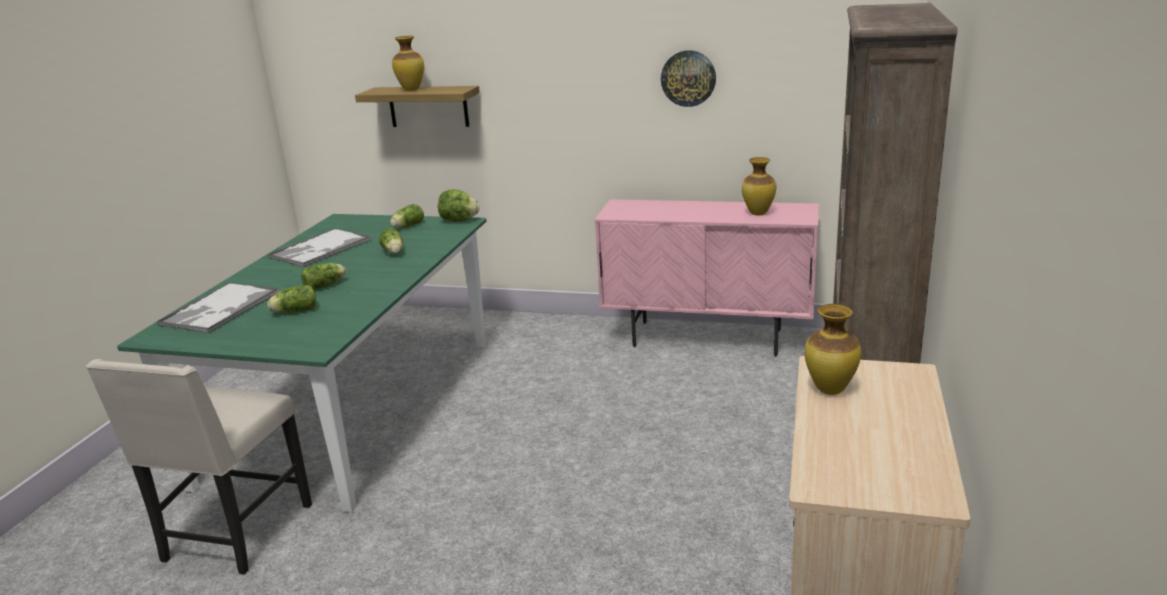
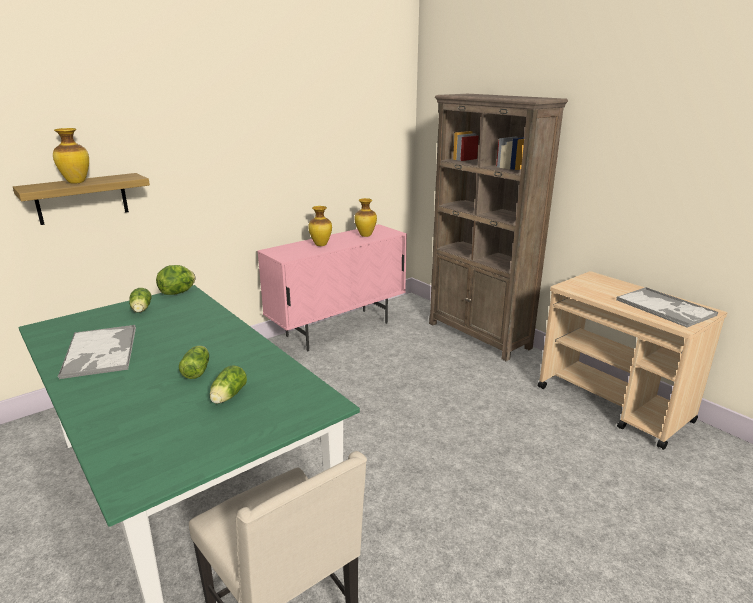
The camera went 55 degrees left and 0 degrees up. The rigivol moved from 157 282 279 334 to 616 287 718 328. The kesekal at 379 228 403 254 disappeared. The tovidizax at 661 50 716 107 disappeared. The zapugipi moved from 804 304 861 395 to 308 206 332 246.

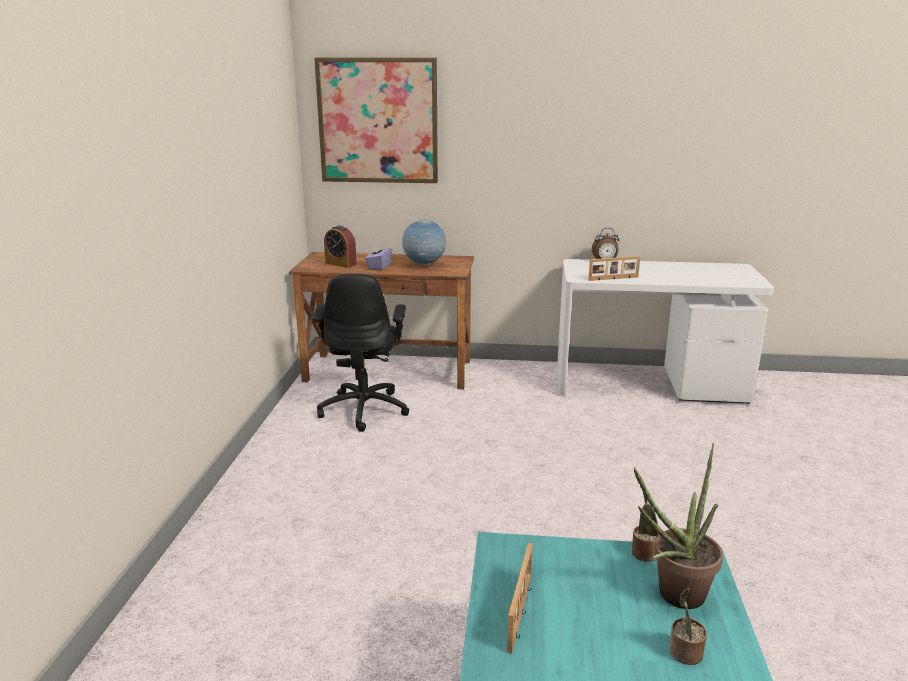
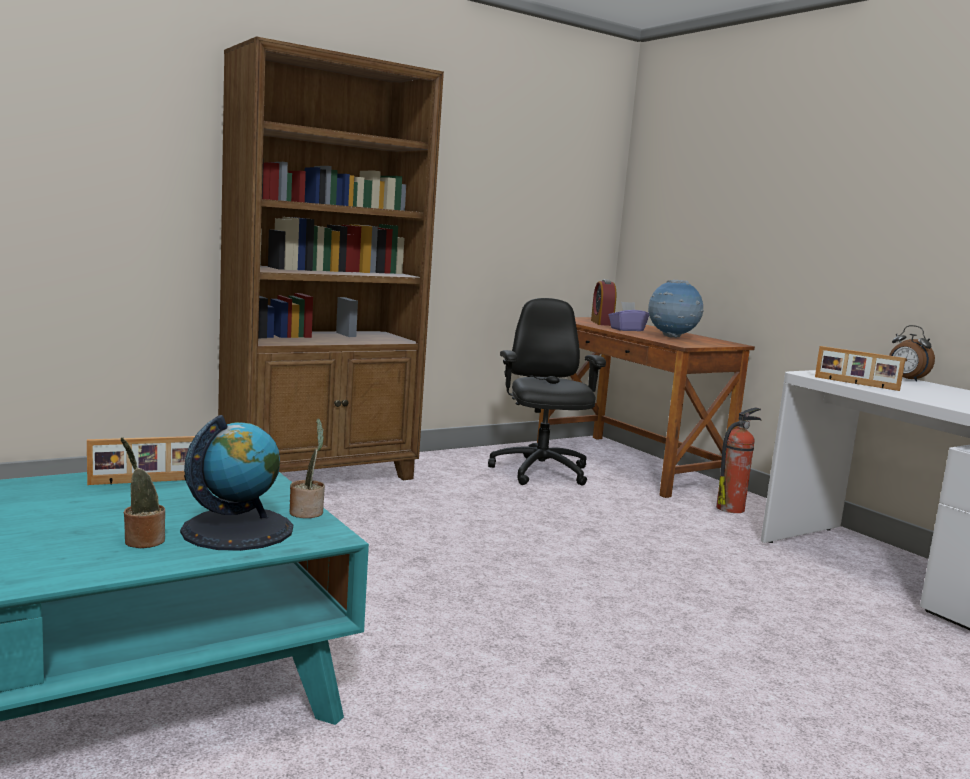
The camera went 50 degrees right and 10 degrees down. The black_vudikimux at 312 273 409 432 turned 120 degrees clockwise. The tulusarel at 314 57 438 183 disappeared. The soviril at 634 443 723 609 was replaced by the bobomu at 180 415 293 551. The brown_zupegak at 218 36 444 480 appeared. The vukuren at 716 408 761 513 appeared.

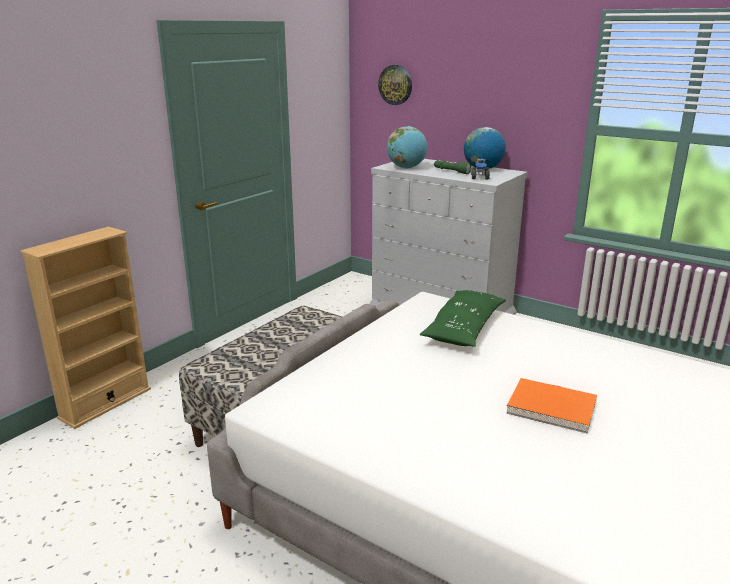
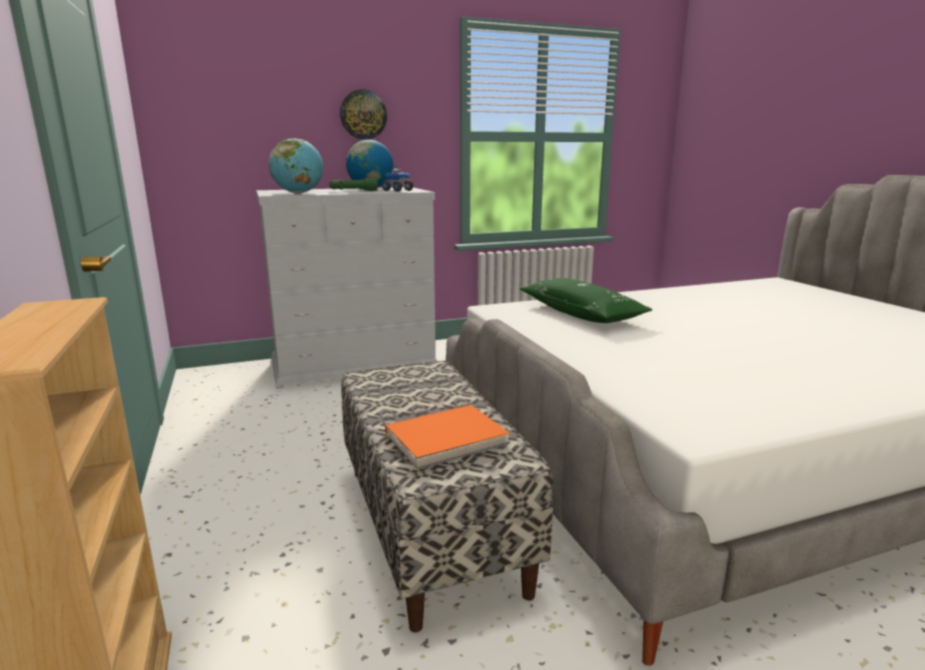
The camera went 55 degrees left and 5 degrees down. The tovidizax moved from 378 65 412 105 to 340 89 387 140. The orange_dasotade moved from 507 378 597 434 to 385 405 510 470.

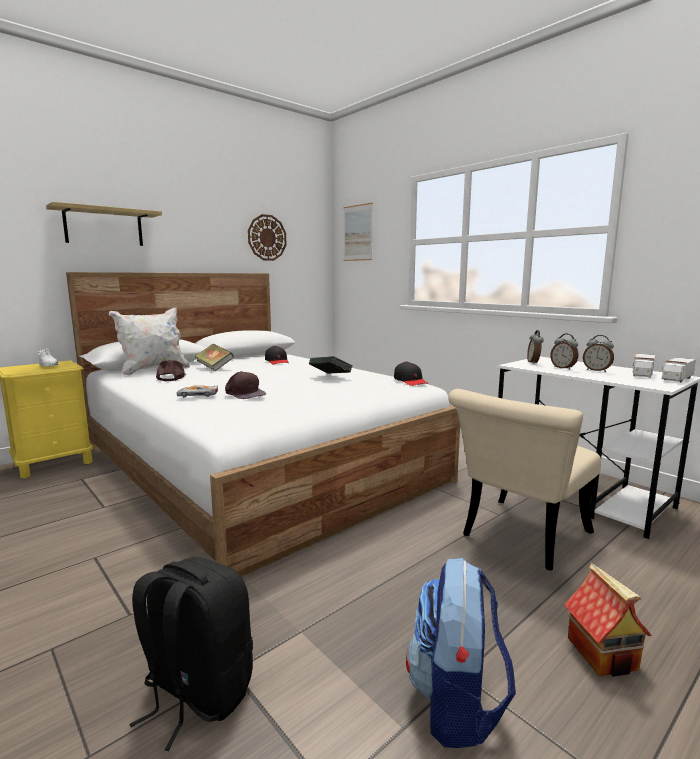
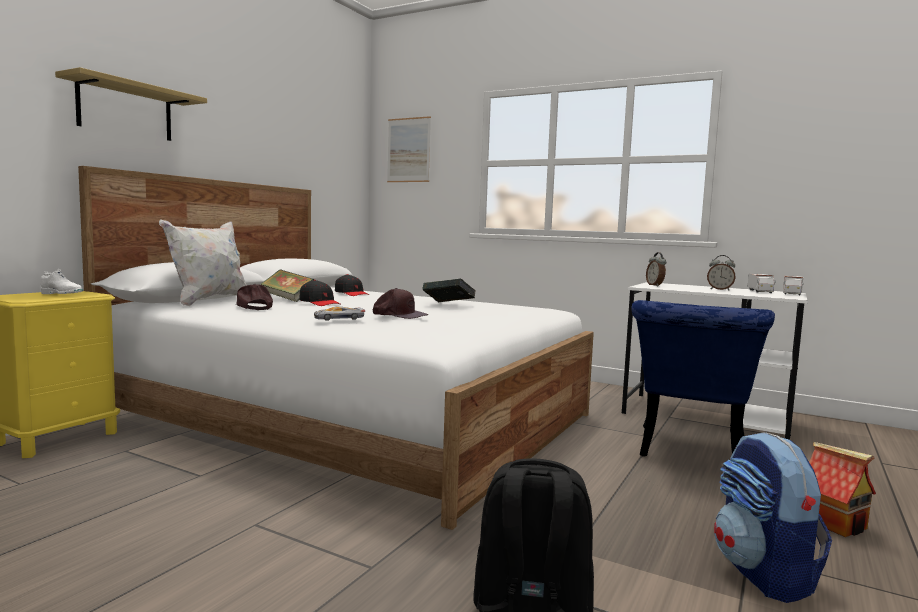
The camera went 20 degrees left and 5 degrees down. The tovidizax at 248 214 286 261 disappeared. The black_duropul moved from 394 361 428 386 to 299 280 341 306. The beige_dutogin at 448 389 601 571 became the blue_dutogin at 631 300 775 457. The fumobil at 550 334 579 370 disappeared.

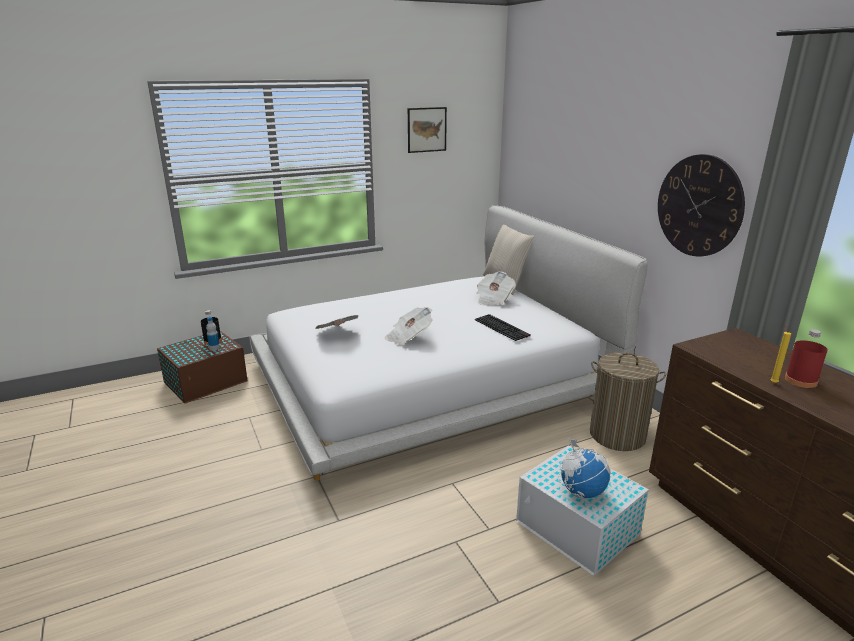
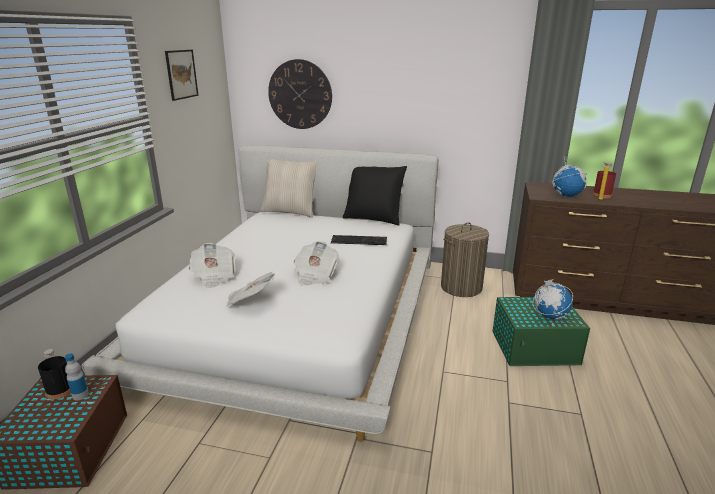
The camera went 50 degrees left and 0 degrees up. The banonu moved from 477 271 516 305 to 189 243 235 288. The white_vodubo at 516 445 649 576 became the green_vodubo at 493 297 590 366. The tovidizax moved from 658 154 745 257 to 268 59 332 129. The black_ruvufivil at 343 166 407 226 appeared. The bobomu at 550 156 587 197 appeared.

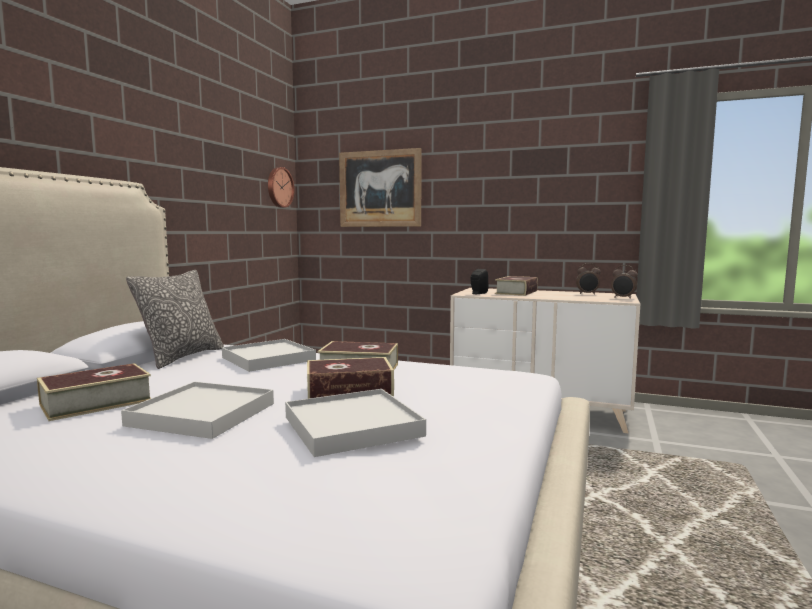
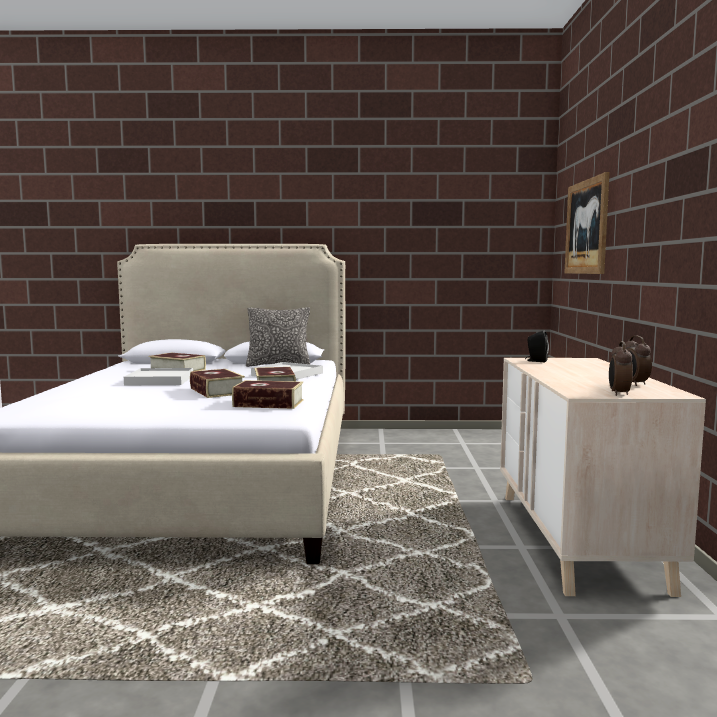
The camera went 70 degrees right and 0 degrees up. The tovidizax at 268 167 295 208 disappeared. The white_rigivol at 285 389 426 457 disappeared. The dasotade moved from 495 276 538 296 to 232 380 303 409.

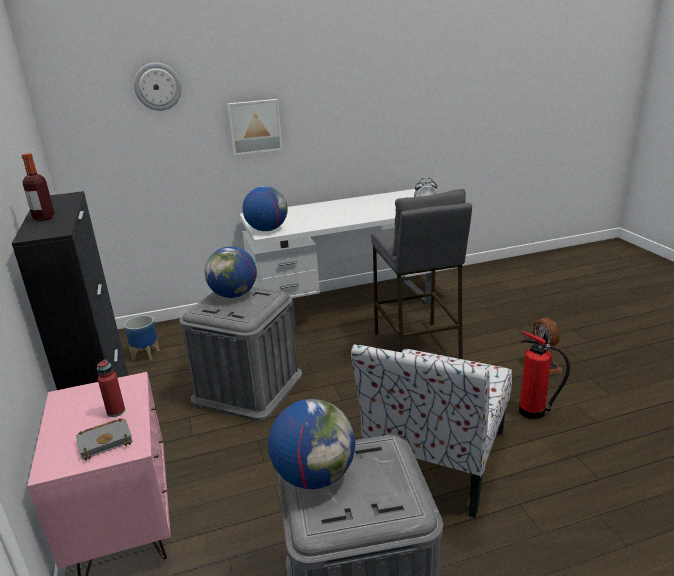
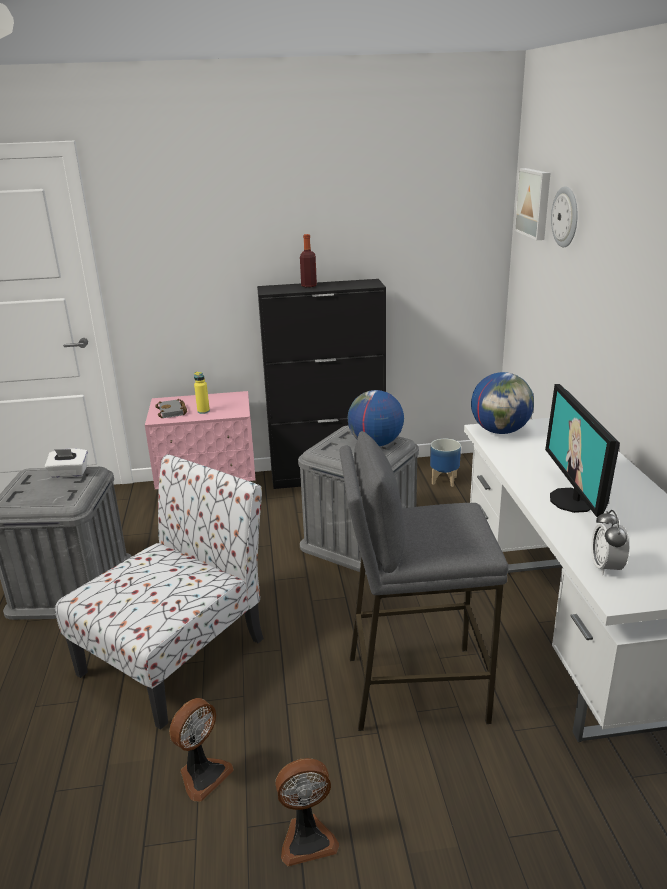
The camera went 100 degrees right and 0 degrees up. The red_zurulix at 97 360 125 417 became the yellow_zurulix at 194 372 210 414. The tulusarel moved from 227 99 283 155 to 514 168 550 240. The bobomu at 268 399 355 489 was replaced by the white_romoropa at 45 449 88 478. The dutogin at 351 344 512 518 turned 90 degrees clockwise. The vukuren at 519 331 570 419 was replaced by the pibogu at 169 698 234 802. The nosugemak at 545 384 620 517 appeared.

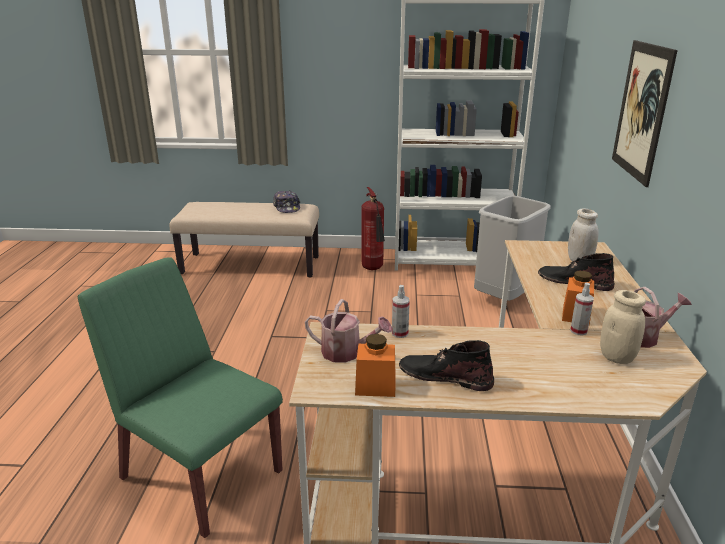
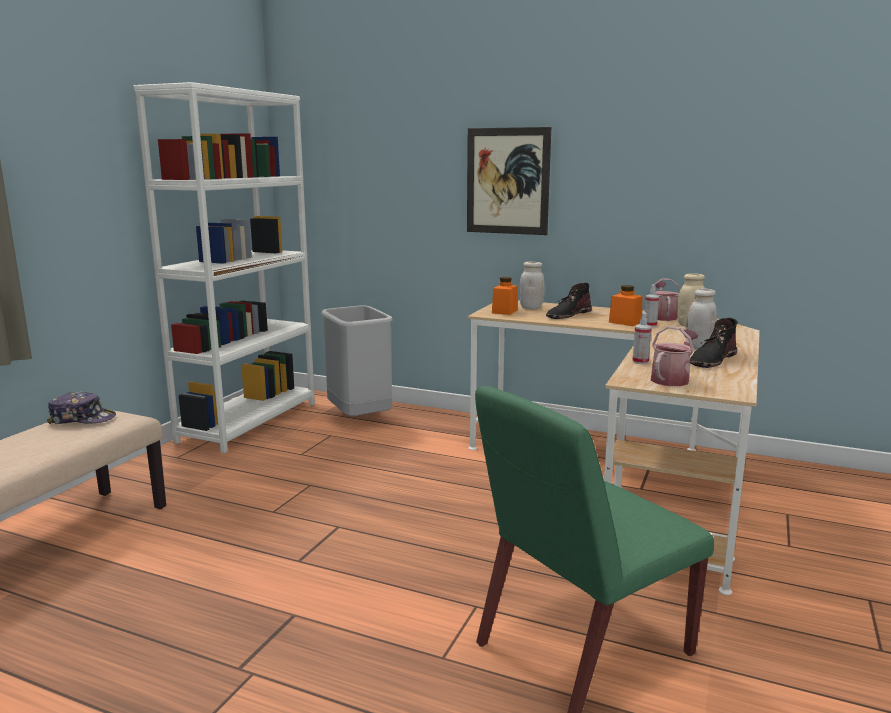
The camera went 70 degrees left and 10 degrees down. The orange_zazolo moved from 355 334 396 397 to 492 277 518 315. The vukuren at 361 187 385 270 disappeared. The white_zazolo at 686 289 717 349 appeared.

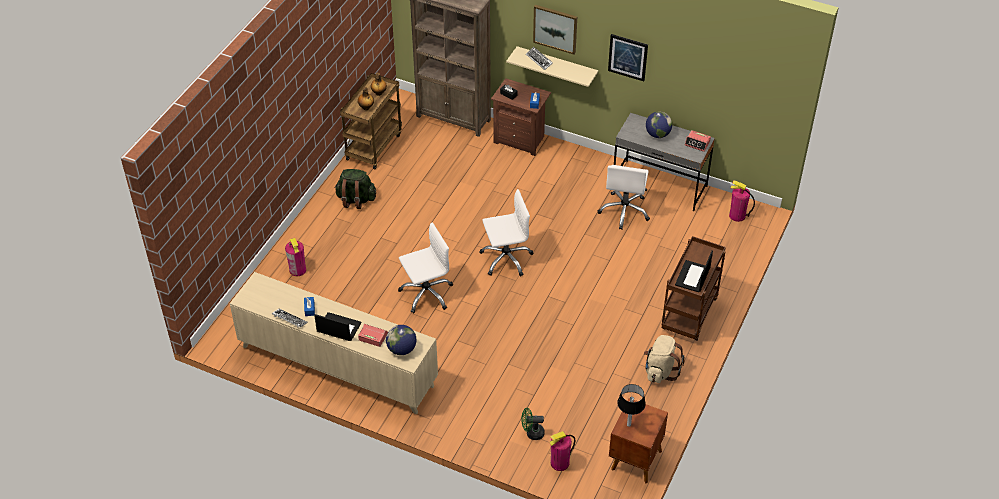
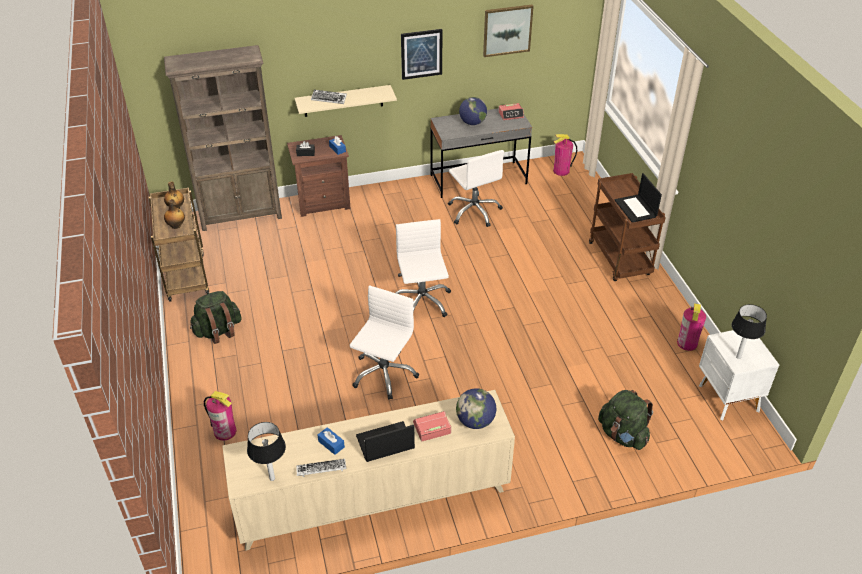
The camera went 40 degrees left and 5 degrees down. The white_vudikimux at 479 189 533 276 turned 45 degrees counterclockwise. The green_pibogu at 521 408 545 440 was replaced by the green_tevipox at 598 390 653 450. The tulusarel moved from 533 5 577 54 to 483 5 534 57. The vukuren moved from 549 431 576 471 to 677 303 706 351. The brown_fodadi at 609 398 668 483 became the white_fodadi at 699 330 779 421. The beige_tevipox at 644 335 685 383 disappeared. The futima at 247 422 286 481 appeared.

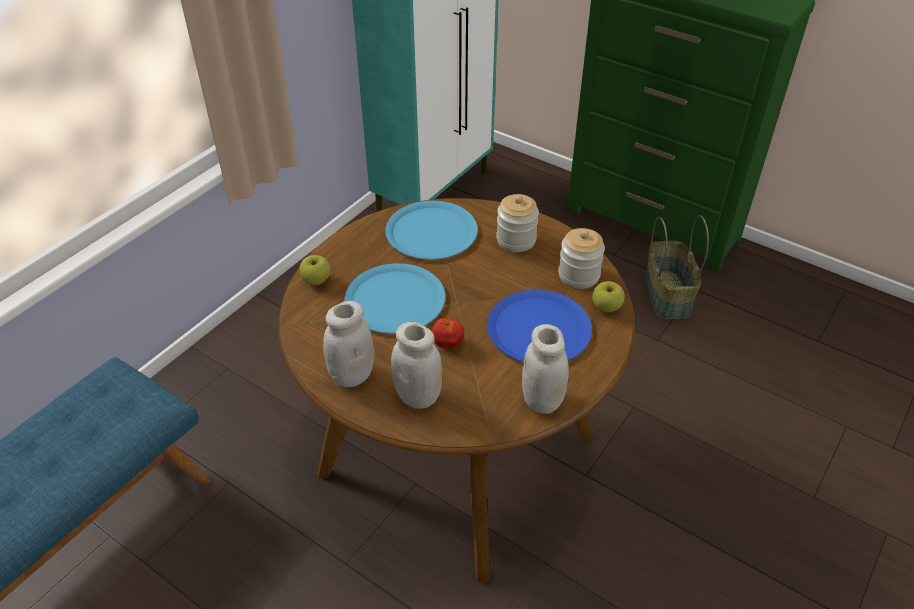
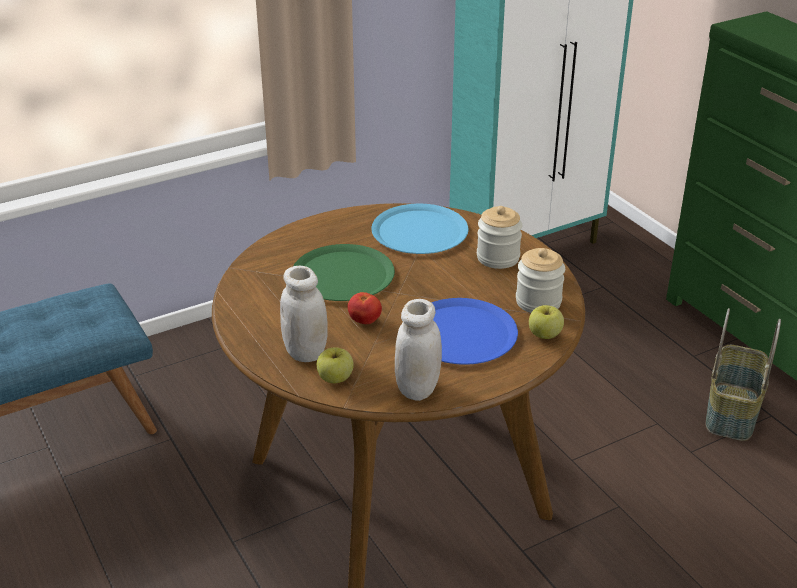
The camera went 25 degrees right and 10 degrees down. The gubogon moved from 299 255 331 285 to 317 348 354 383. The white_zazolo at 323 301 375 387 disappeared. The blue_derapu at 345 263 445 334 became the green_derapu at 294 244 395 301.

